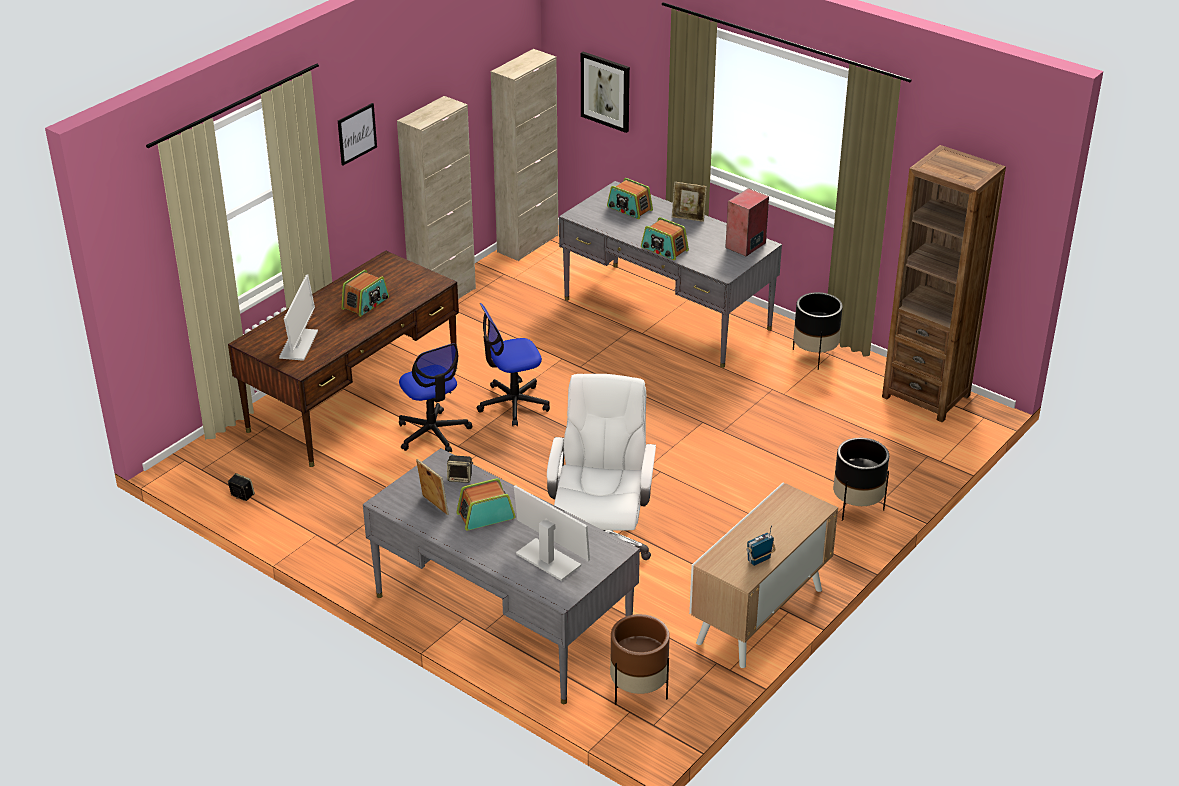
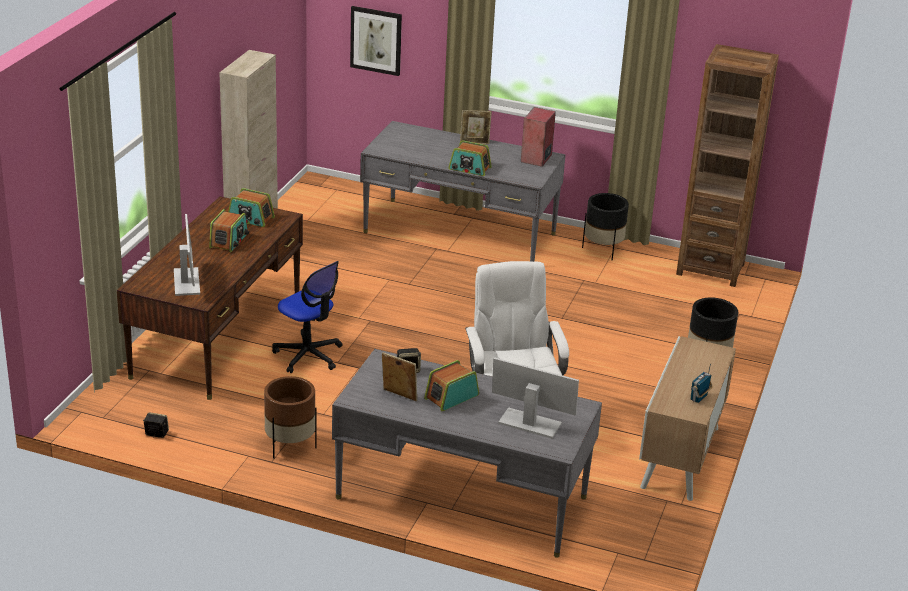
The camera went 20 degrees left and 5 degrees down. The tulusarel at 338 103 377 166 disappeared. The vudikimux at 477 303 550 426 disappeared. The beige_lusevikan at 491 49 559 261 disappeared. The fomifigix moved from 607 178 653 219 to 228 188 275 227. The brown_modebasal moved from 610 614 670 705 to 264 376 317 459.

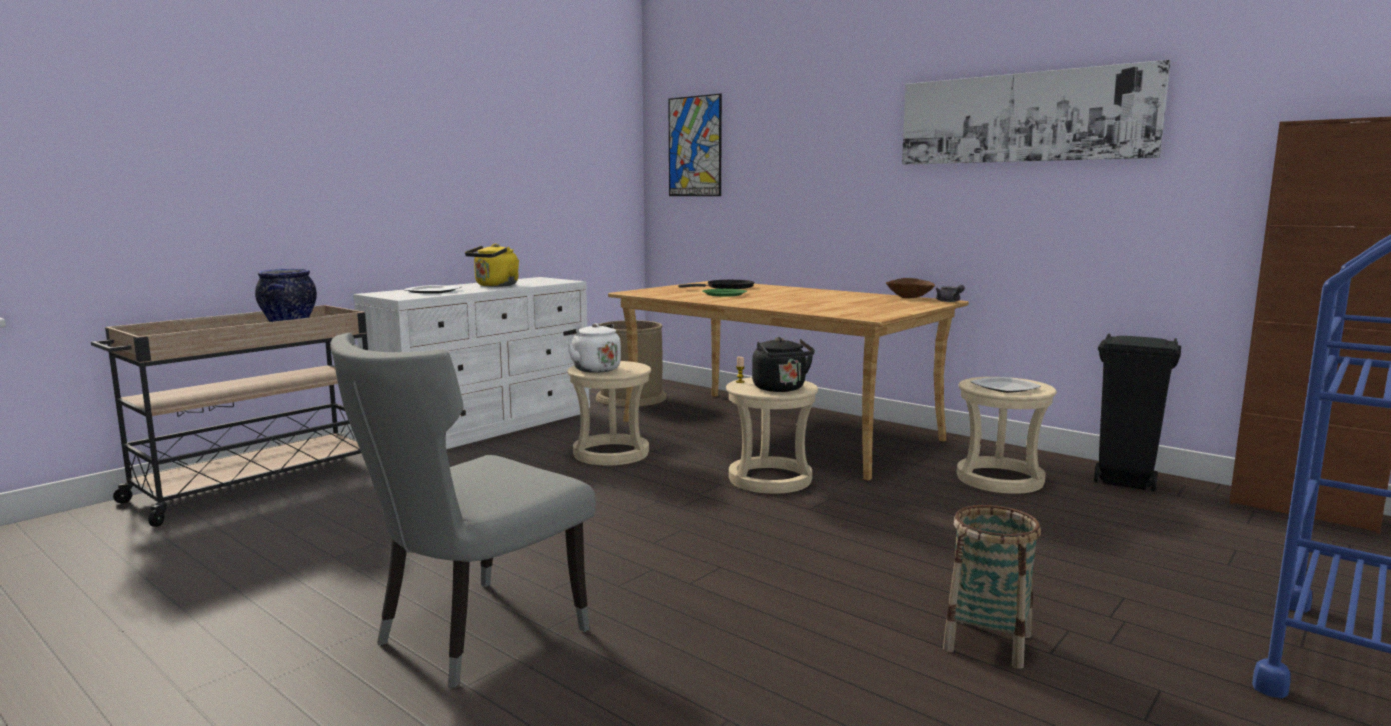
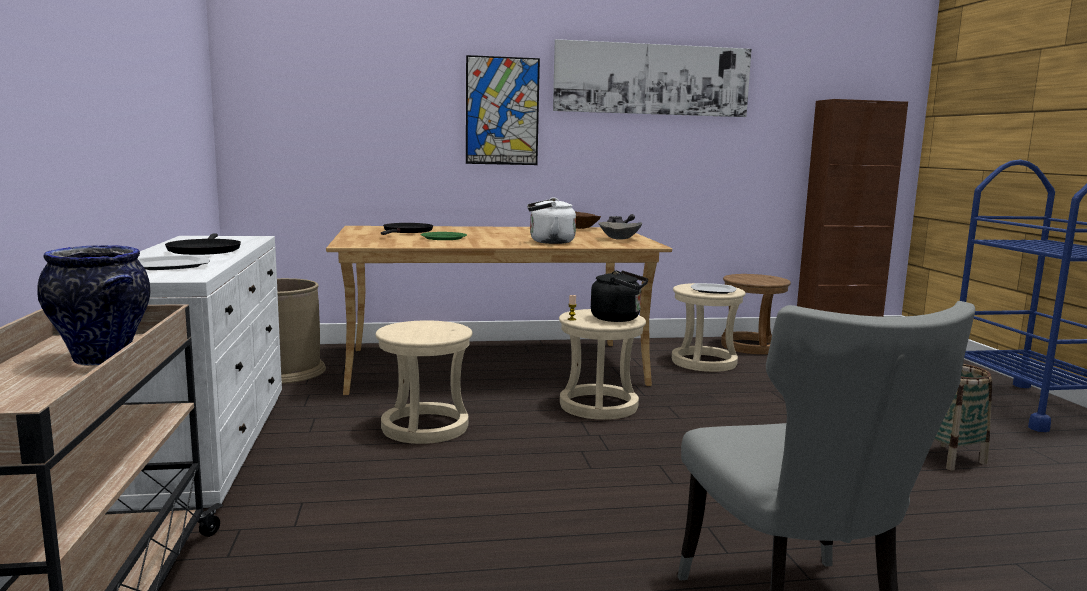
The camera went 50 degrees left and 0 degrees up. The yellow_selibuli at 465 244 519 287 was replaced by the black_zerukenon at 165 233 241 255. The white_selibuli moved from 563 323 621 373 to 527 197 576 244. The tulusarel moved from 668 93 722 196 to 466 55 540 165. The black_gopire at 1094 333 1181 492 was replaced by the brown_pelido at 721 274 791 354. The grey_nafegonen at 598 222 642 239 appeared.

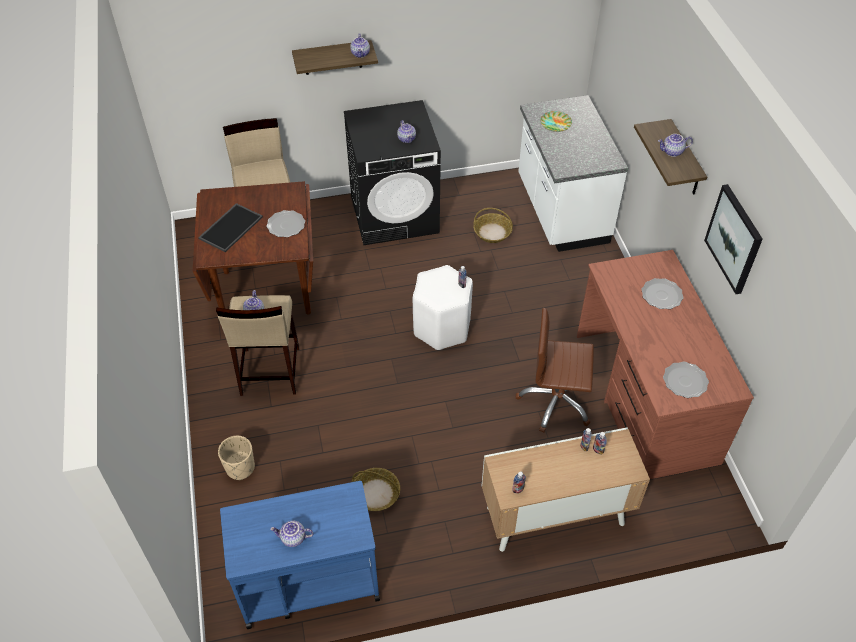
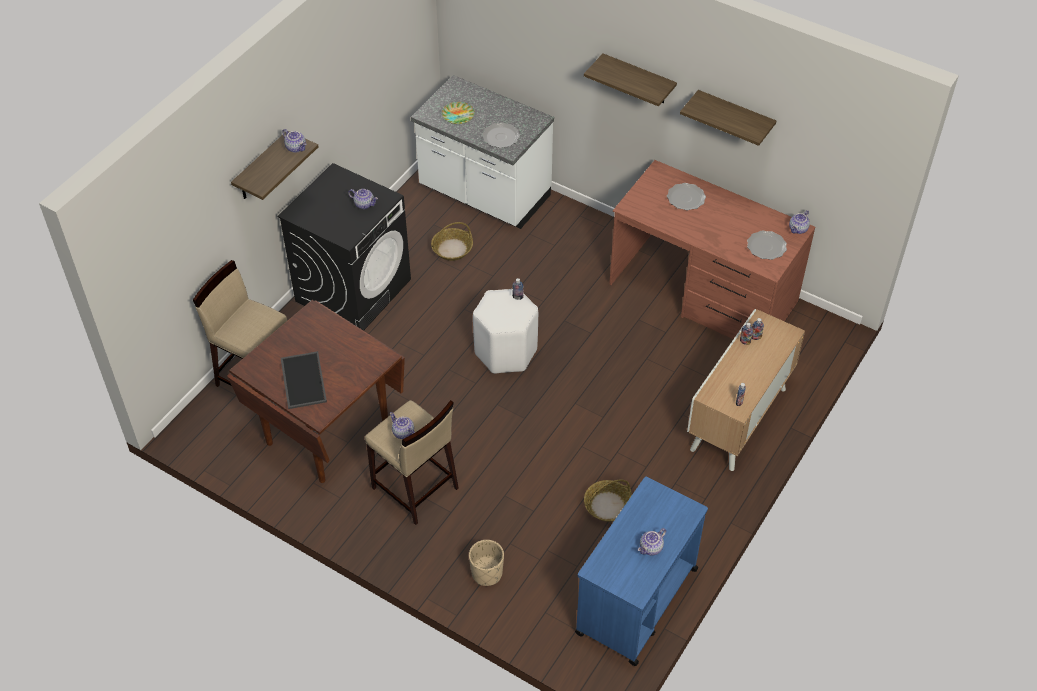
The camera went 45 degrees left and 0 degrees up. The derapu moved from 266 210 305 237 to 482 122 520 148. The brown_vudikimux at 515 308 594 433 disappeared. The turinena moved from 658 134 693 157 to 789 210 810 234. The tulusarel at 704 184 763 294 was replaced by the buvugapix at 680 90 776 146.

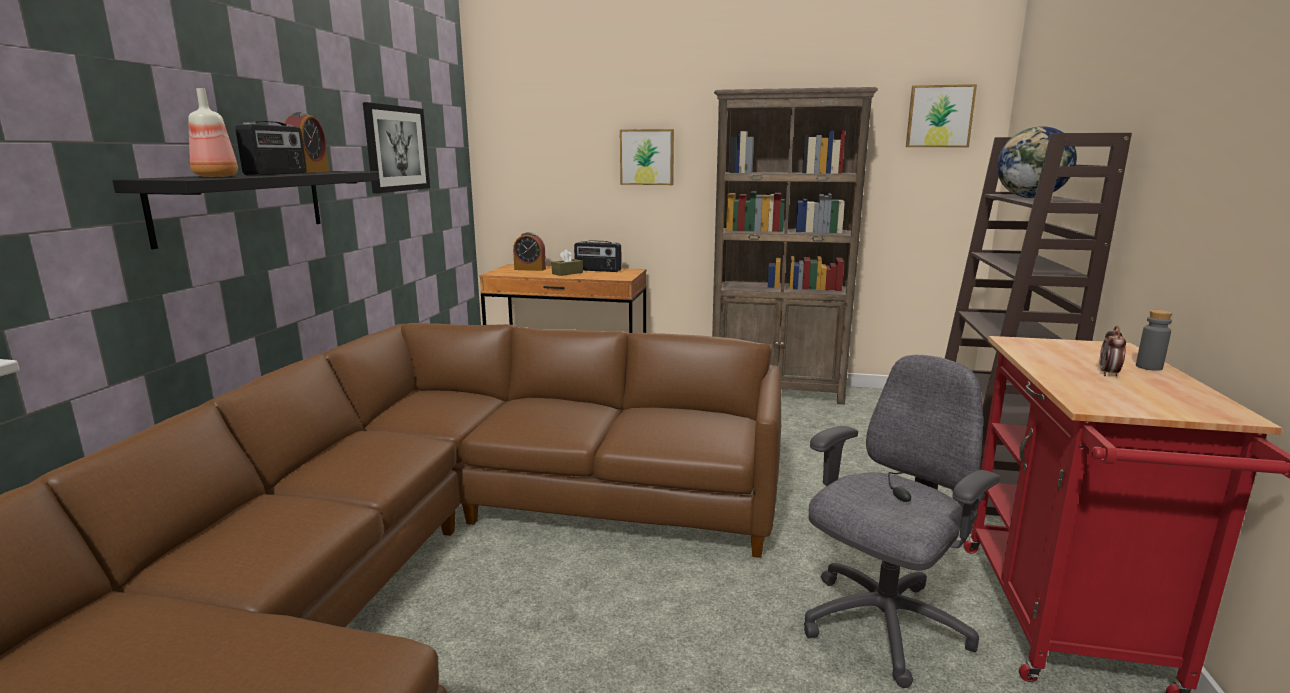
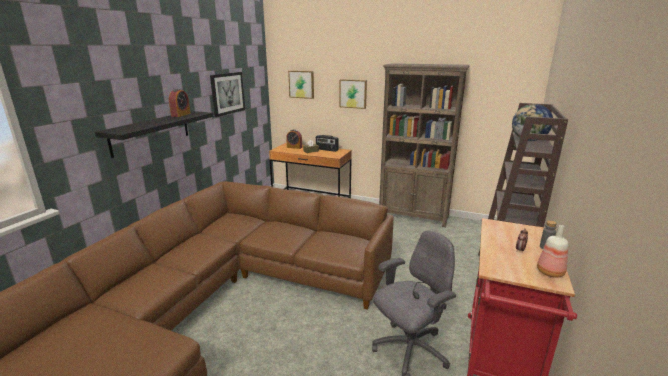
The camera went 10 degrees right and 5 degrees up. The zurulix moved from 188 88 238 177 to 537 225 569 278. The fomifigix at 235 121 306 175 disappeared. The tulusarel moved from 906 84 977 147 to 288 71 314 99.

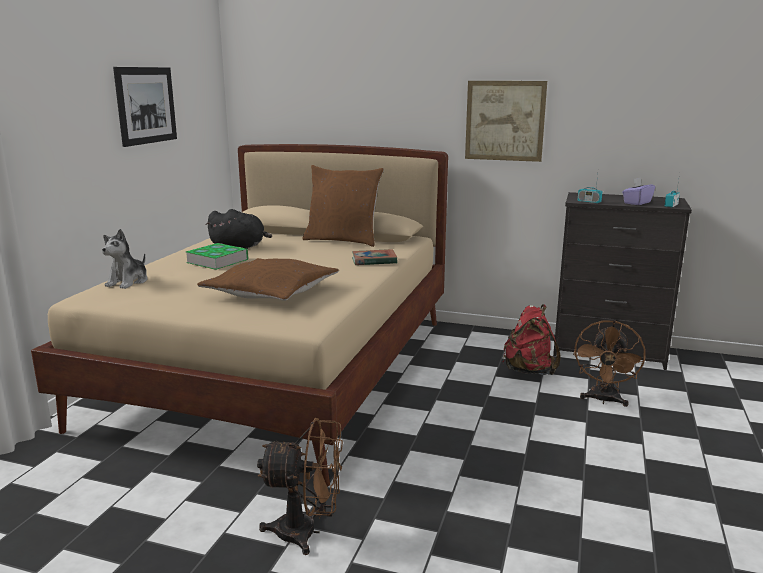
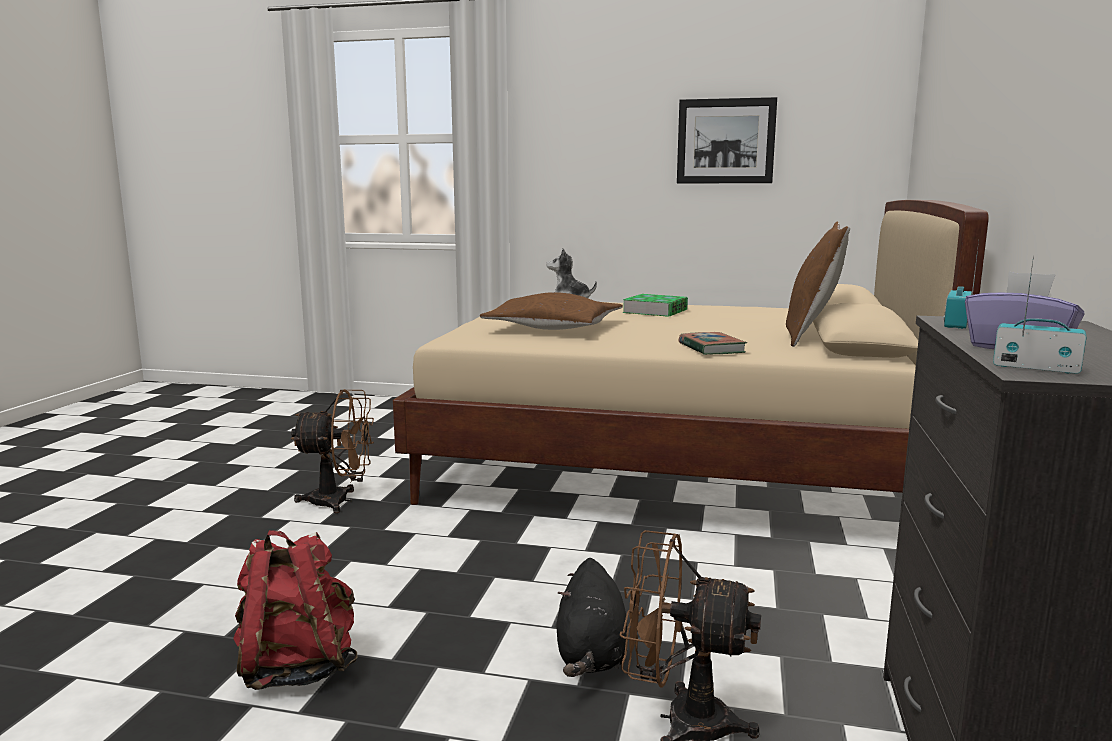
The camera went 85 degrees right and 5 degrees down. The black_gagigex moved from 205 209 272 249 to 556 558 627 677. The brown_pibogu at 257 418 343 555 turned 90 degrees counterclockwise. The tulusarel at 465 81 547 162 disappeared. The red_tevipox moved from 503 304 561 375 to 233 530 357 690.

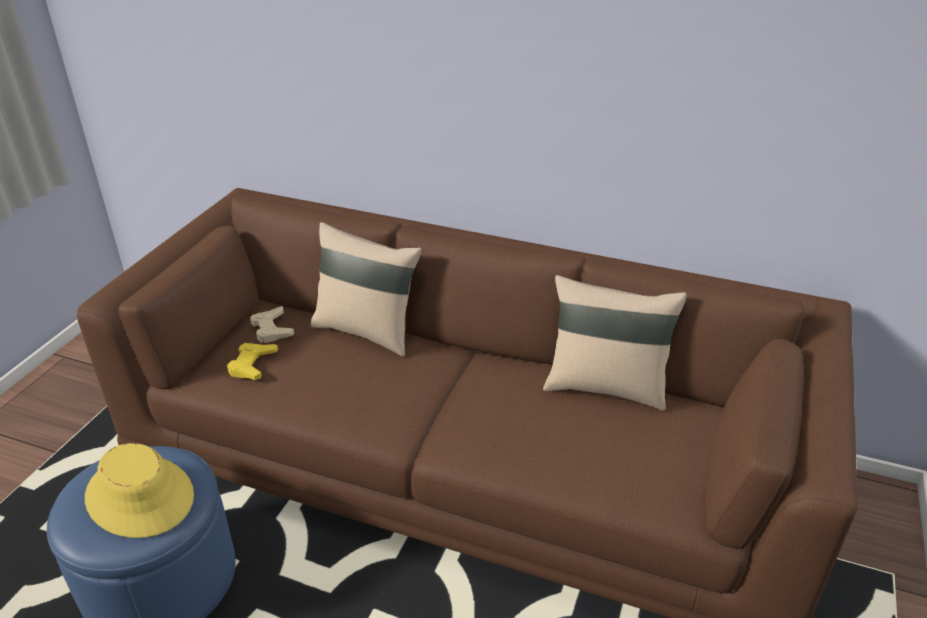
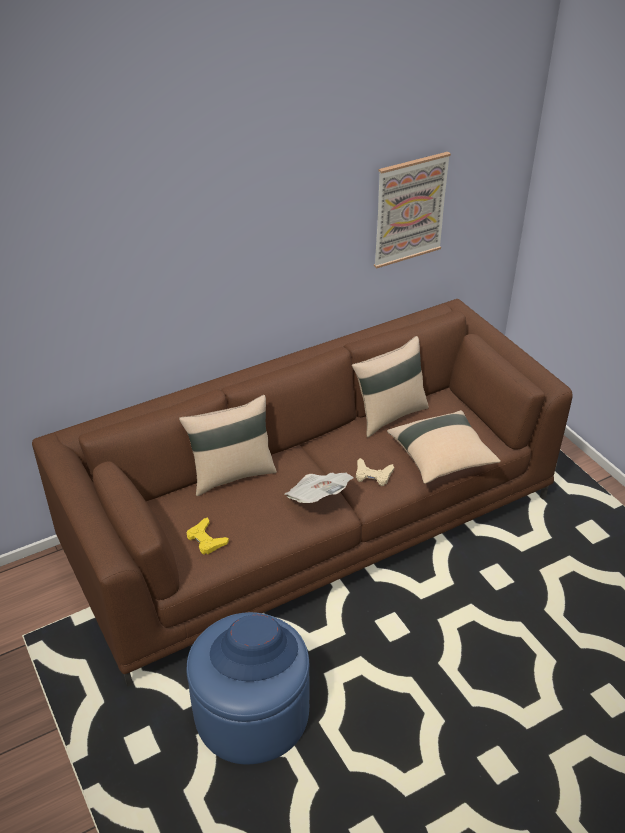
The camera went 50 degrees left and 5 degrees up. The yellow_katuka at 85 443 194 538 became the blue_katuka at 210 614 298 681. The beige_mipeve moved from 250 306 294 343 to 356 458 394 486. The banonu at 284 472 354 503 appeared. The tulusarel at 374 152 451 268 appeared. The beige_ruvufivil at 387 410 501 484 appeared.

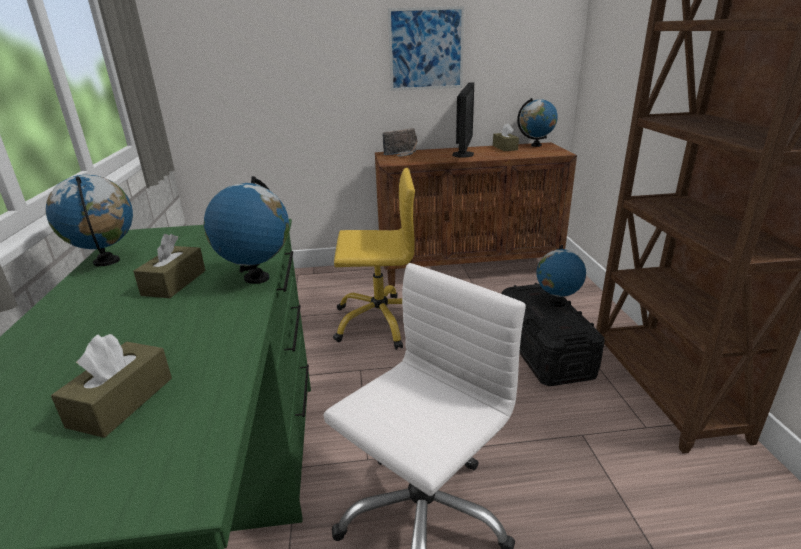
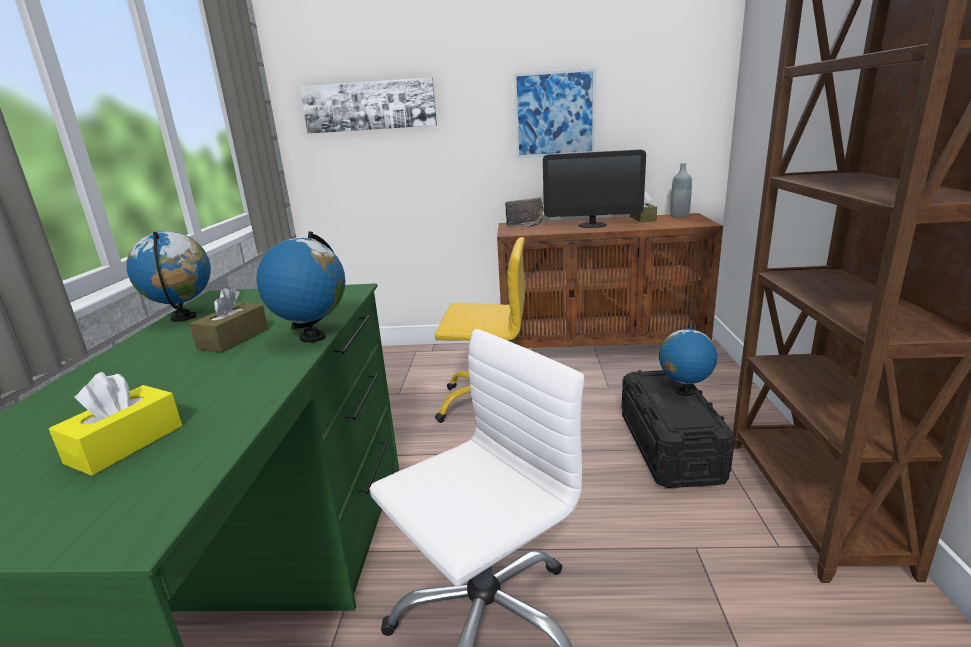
The camera went 10 degrees right and 5 degrees down. The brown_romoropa at 51 334 172 438 became the yellow_romoropa at 49 372 182 476. The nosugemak at 452 83 474 158 turned 75 degrees clockwise. The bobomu at 517 98 558 147 was replaced by the grey_zurulix at 670 163 692 218. The tulusarel at 299 77 437 134 appeared.

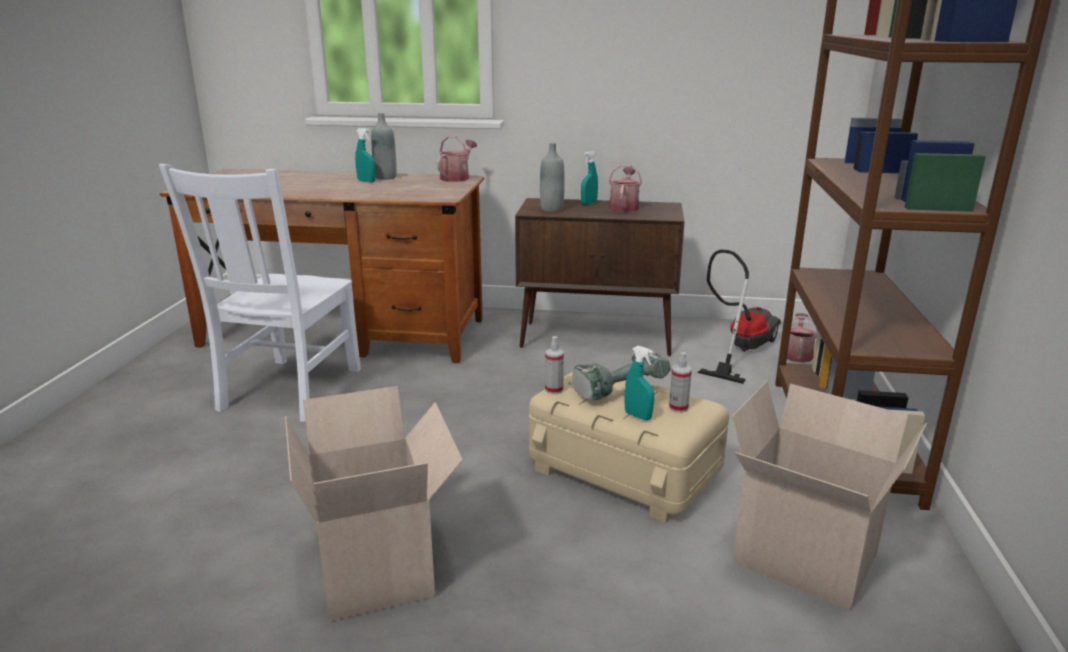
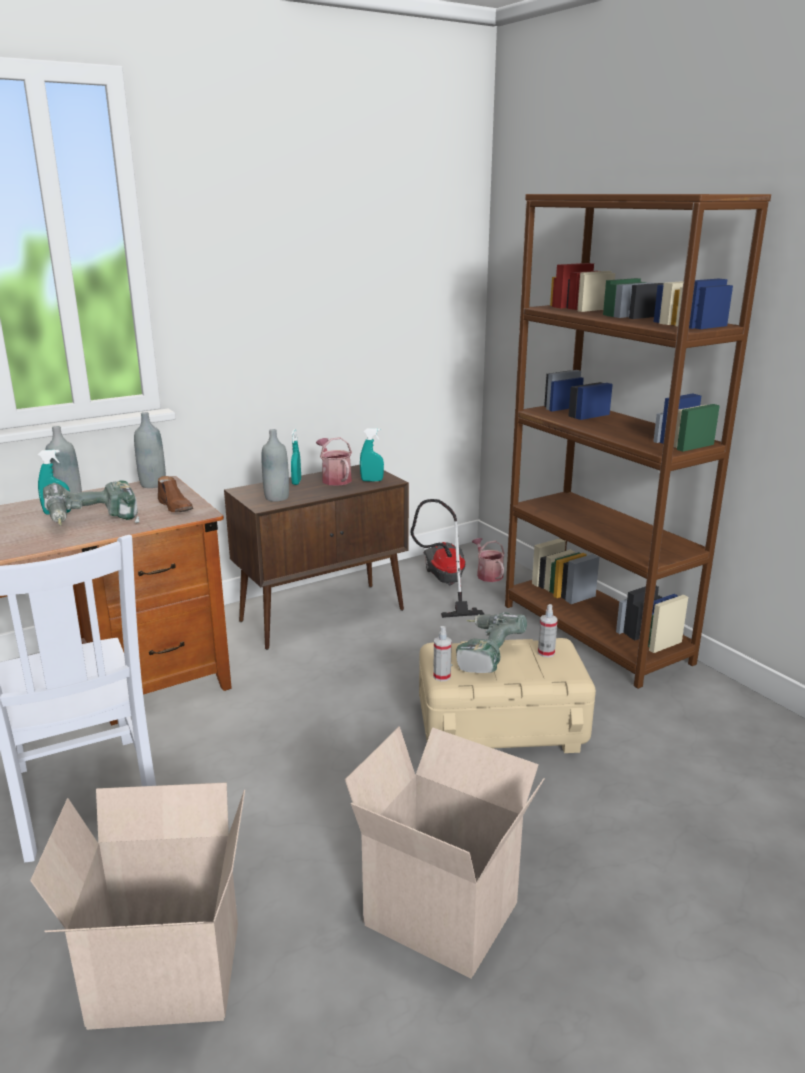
The camera went 40 degrees left and 0 degrees up. The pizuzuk at 437 136 477 182 was replaced by the grey_zurulix at 134 412 166 488. The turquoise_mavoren moved from 624 346 654 420 to 360 428 384 482. The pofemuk moved from 732 381 927 610 to 30 782 245 1030. The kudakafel at 43 480 140 526 appeared. The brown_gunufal at 158 476 193 512 appeared.

